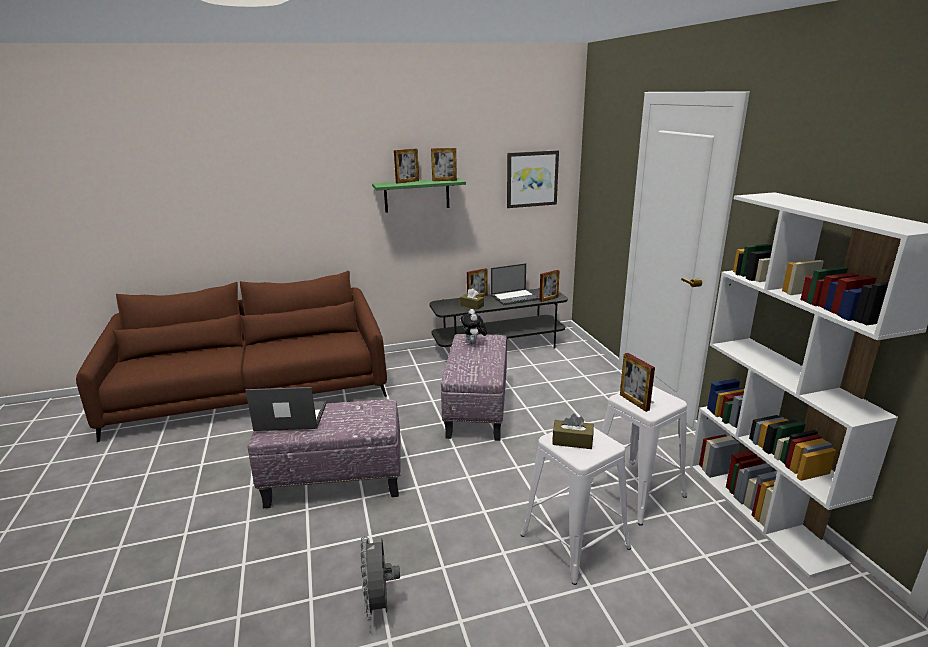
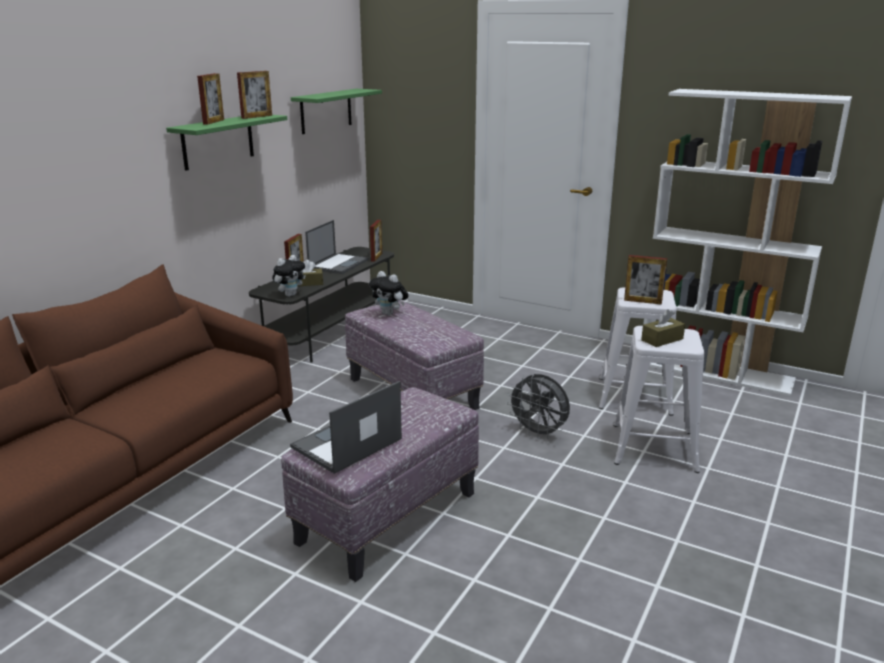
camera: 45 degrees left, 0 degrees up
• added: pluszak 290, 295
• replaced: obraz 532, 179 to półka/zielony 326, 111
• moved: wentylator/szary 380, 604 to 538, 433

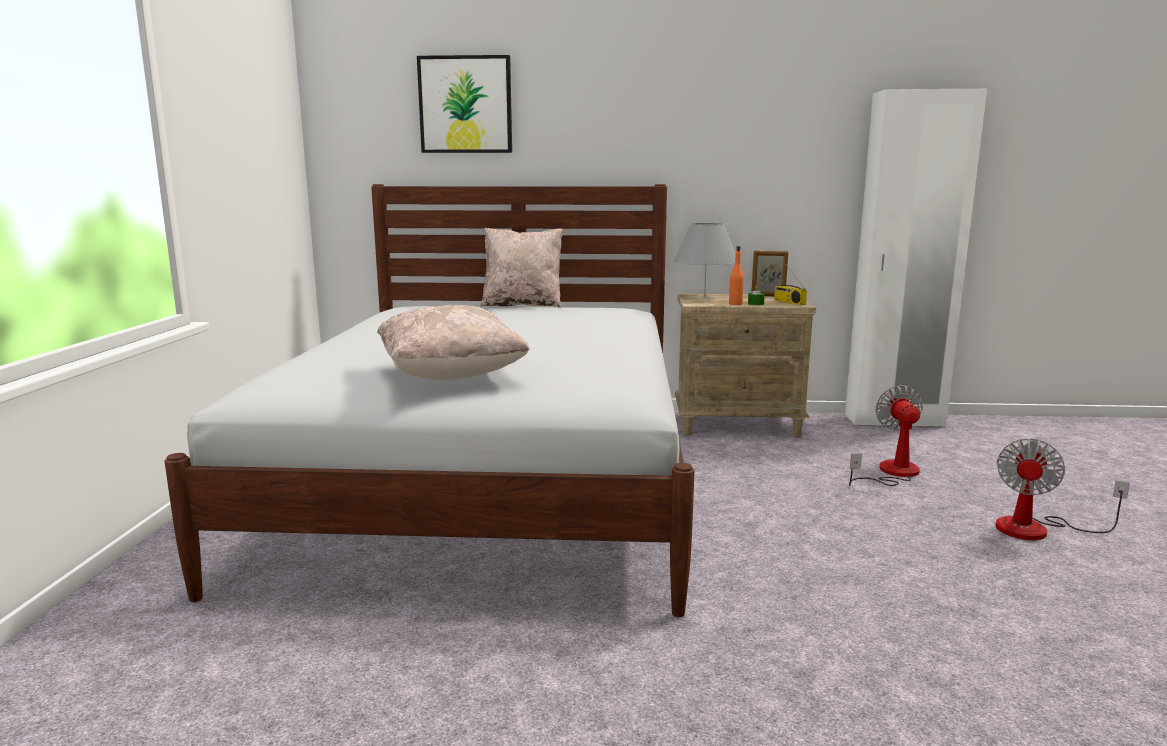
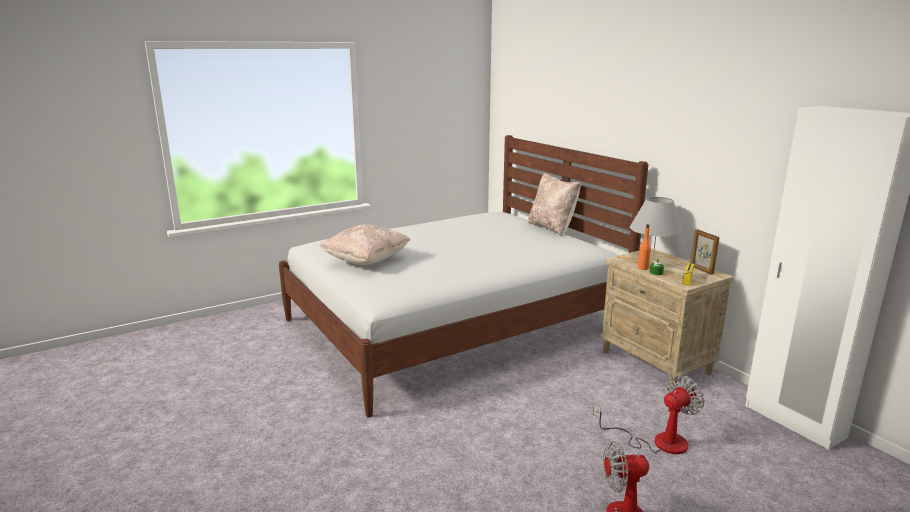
camera: 55 degrees right, 5 degrees up
• removed: obraz 465, 105

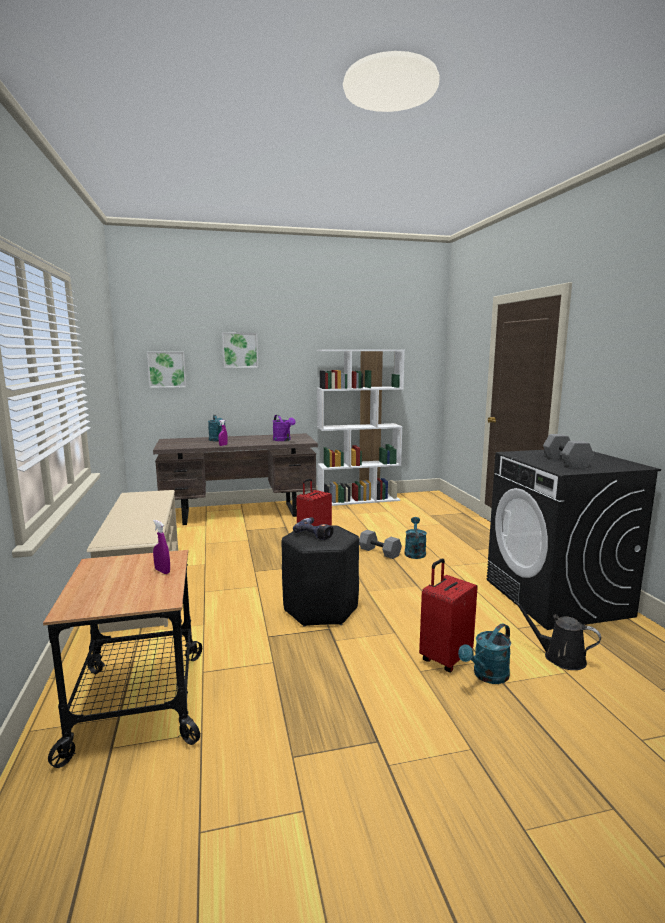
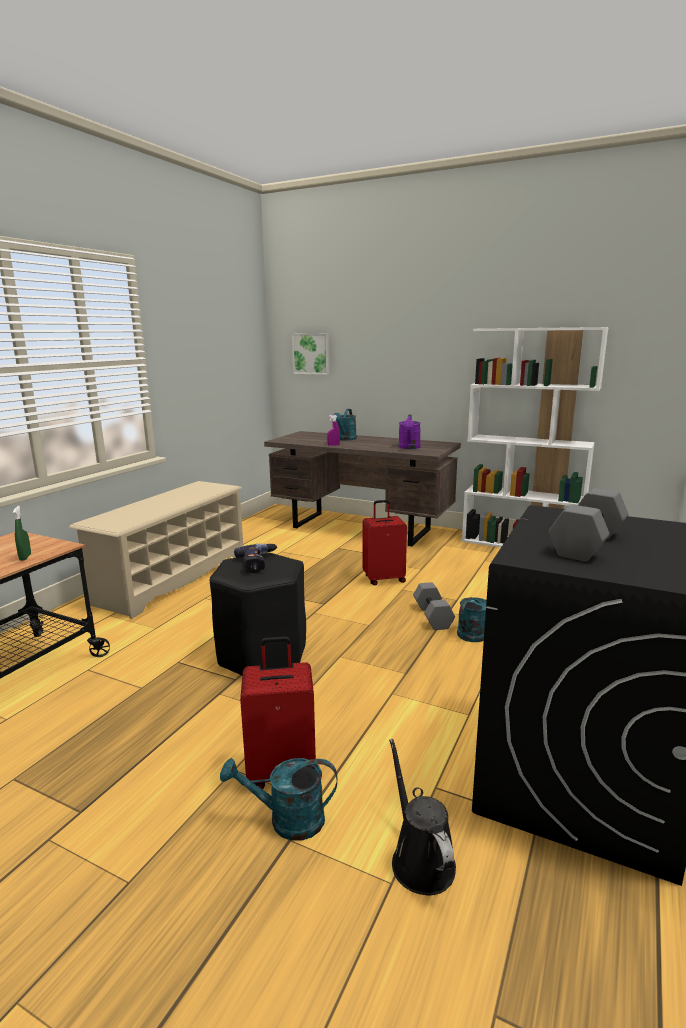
camera: 40 degrees right, 5 degrees up
• recoloured: spryskiwacz/fioletowy 162, 571 to spryskiwacz/zielony 25, 557
• removed: obraz 240, 350

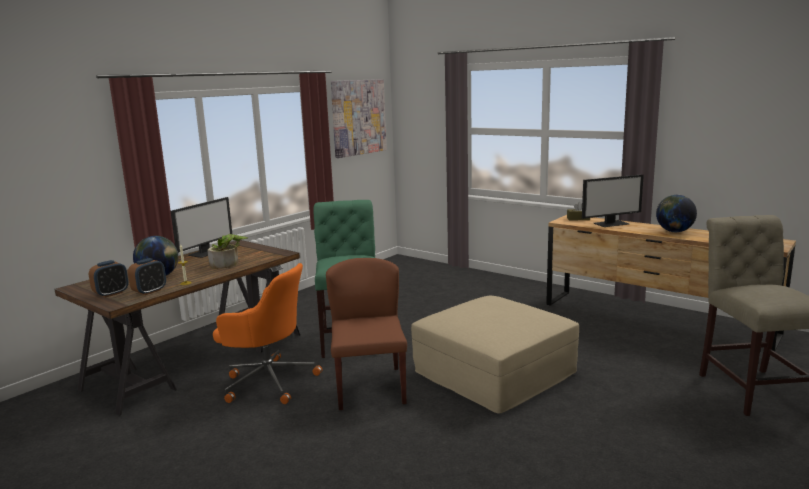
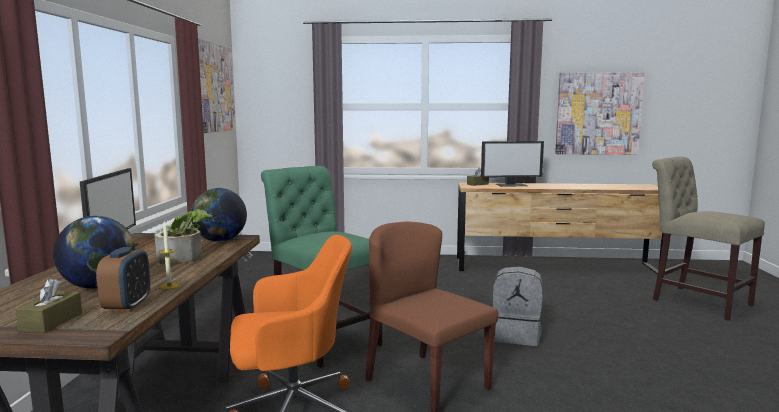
camera: 35 degrees left, 5 degrees down
• replaced: budzik 111, 294 to pudełko chusteczek/brązowy 51, 322
• moved: globus 674, 231 to 220, 241
• turned: monitor 611, 223 = 511, 185 45 degrees clockwise
• replaced: pufa/beżowy 494, 372 to plecak/szary 516, 335
• added: obraz 598, 113

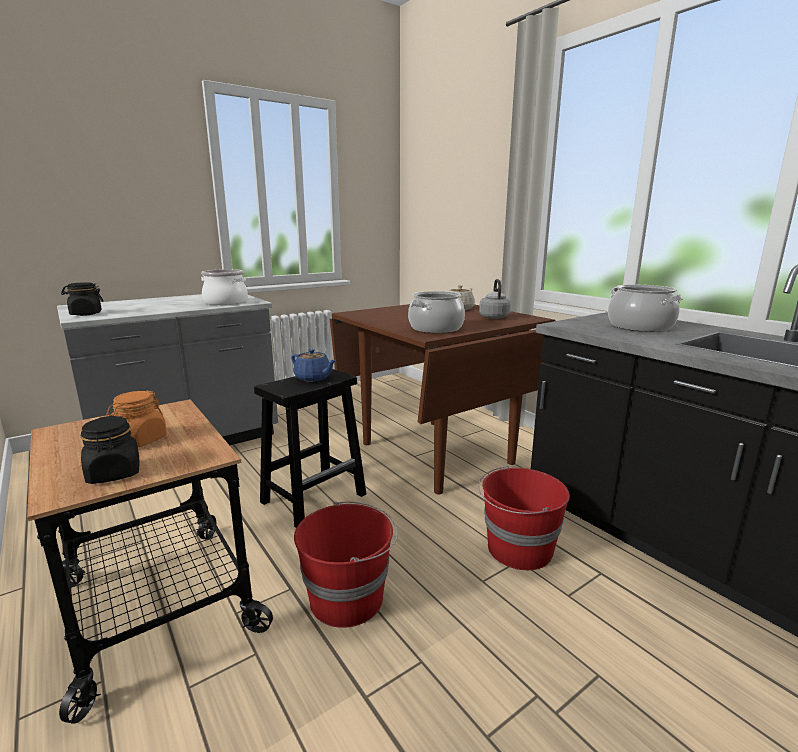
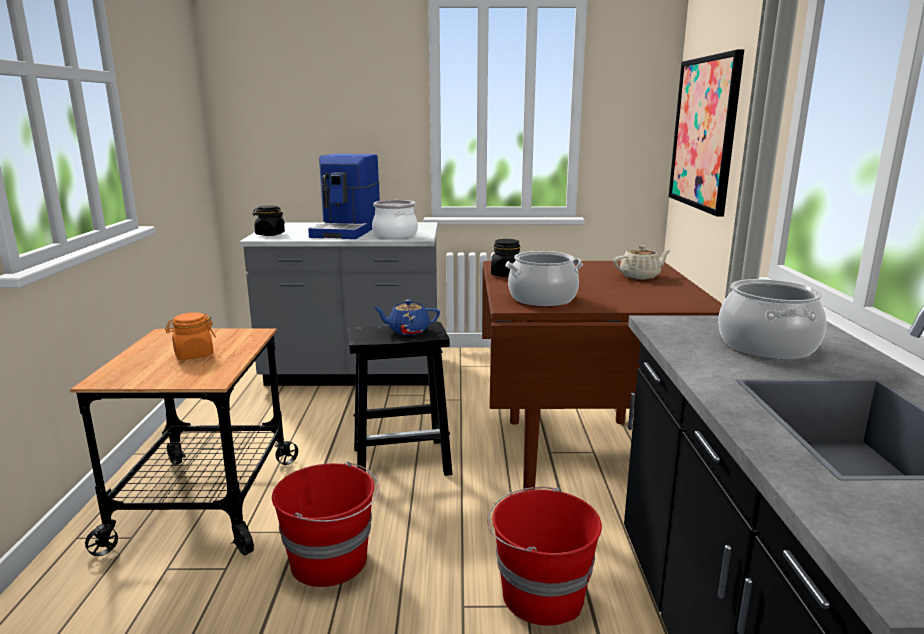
camera: 35 degrees right, 0 degrees up
• added: ekspres do kawy 348, 231
• turned: imbryk/niebieski 313, 378 = 408, 331 105 degrees clockwise
• moved: słoik/czarny 114, 473 to 506, 275
• added: obraz 704, 133
• removed: czajnik/szary 493, 317

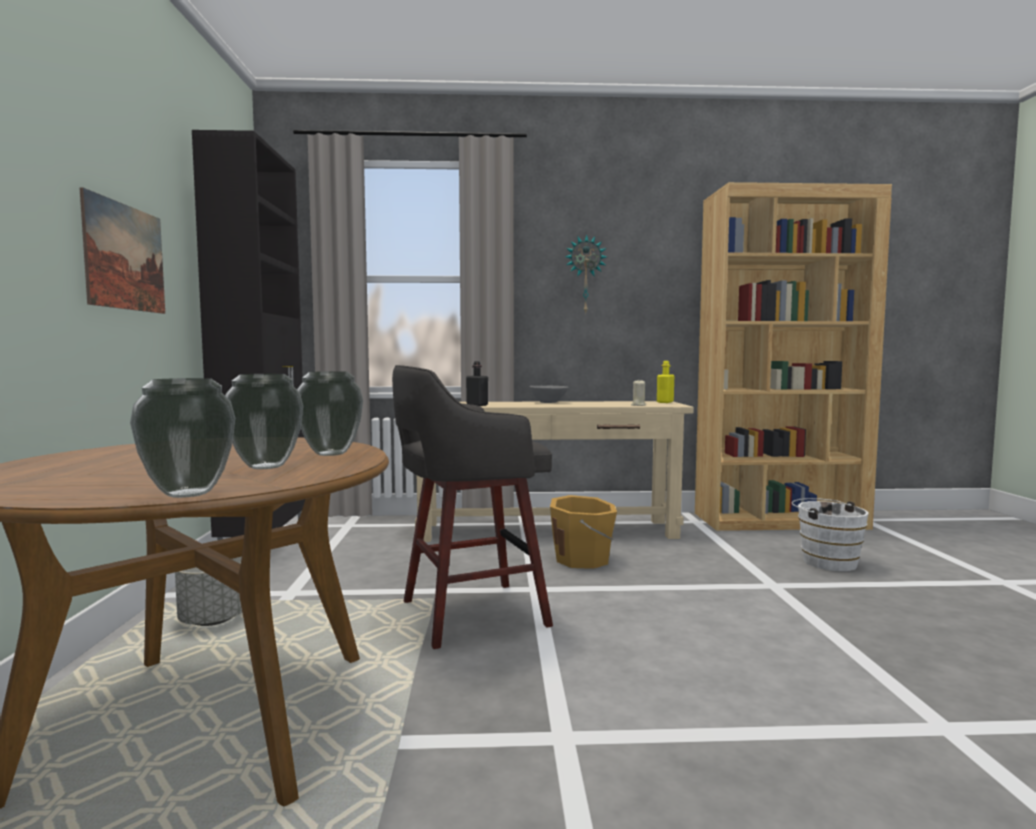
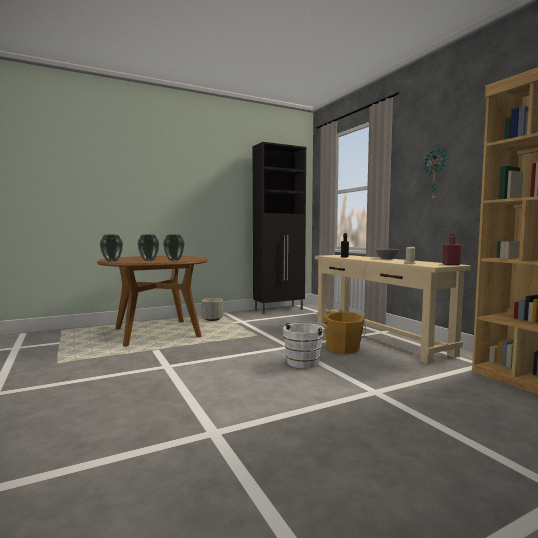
camera: 65 degrees right, 0 degrees up
• moved: wiadro/biały 826, 561 to 304, 362
• recoloured: butelka/żółty 665, 402 to butelka/czerwony 451, 264
• removed: obraz 125, 257
• removed: stołek/szary 468, 614

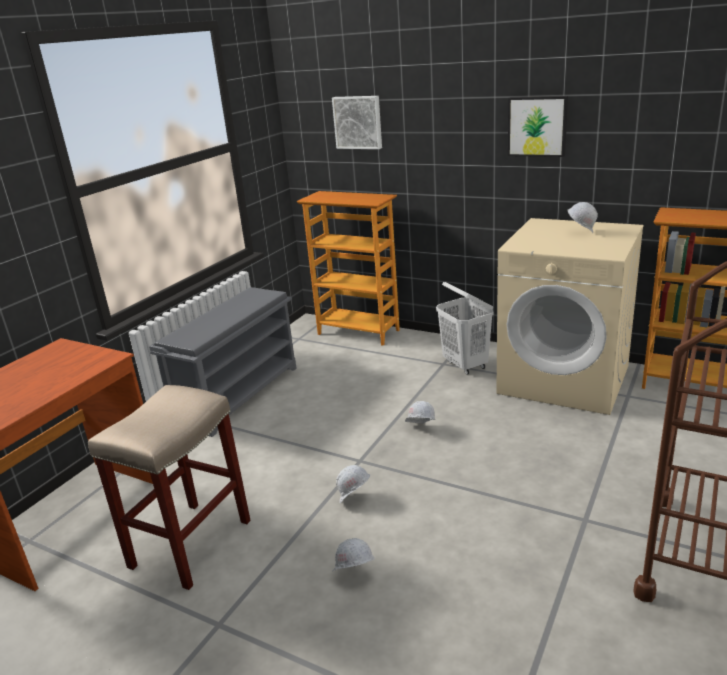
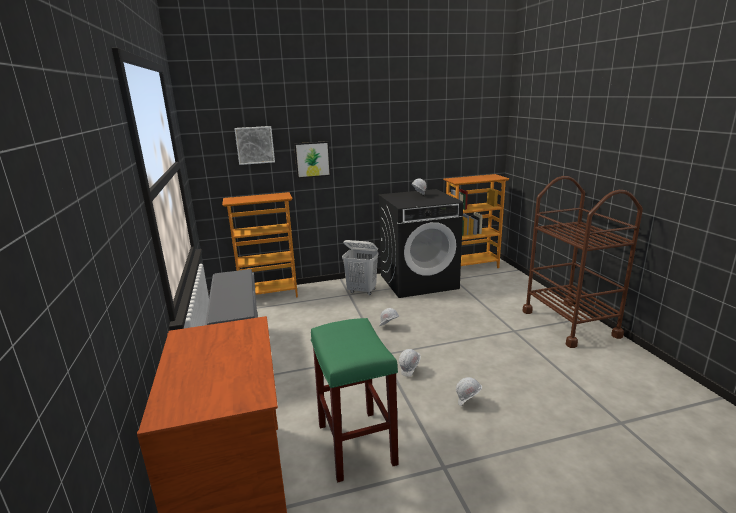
camera: 45 degrees left, 5 degrees down
• moved: obraz 537, 126 to 312, 159
• recoloured: stołek/beżowy 190, 545 to stołek/zielony 357, 445
• recoloured: pralka/beżowy 565, 379 to pralka/czarny 419, 281

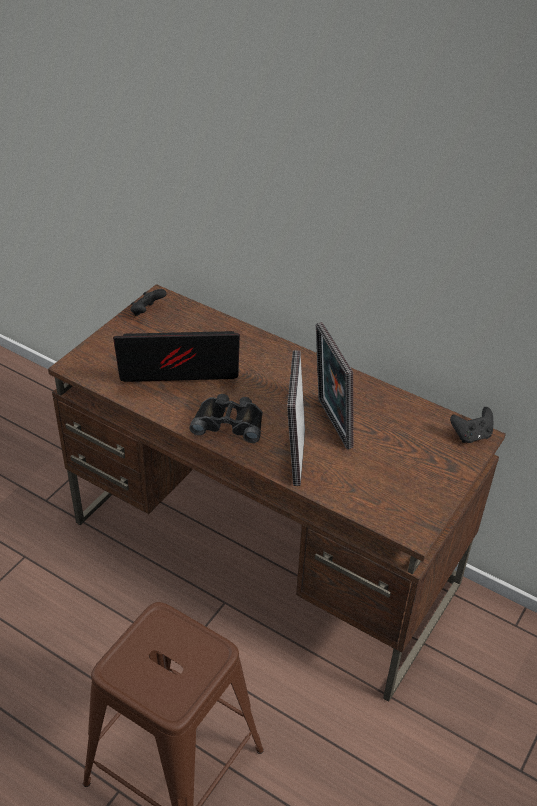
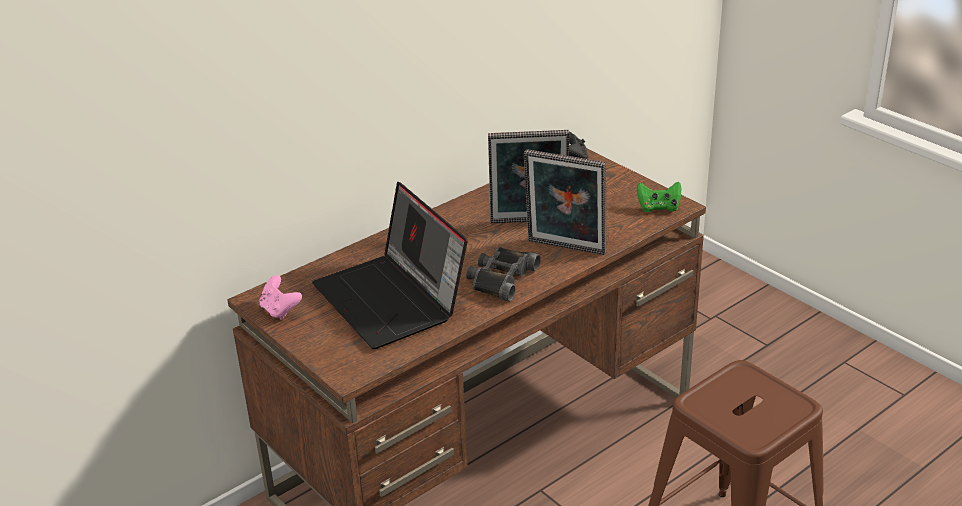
camera: 70 degrees left, 10 degrees down
• recoloured: pad do gier/czarny 147, 312 to pad do gier/różowy 280, 310
• turned: laptop 177, 366 = 392, 300 45 degrees counterclockwise
• added: pad do gier/zielony 658, 208

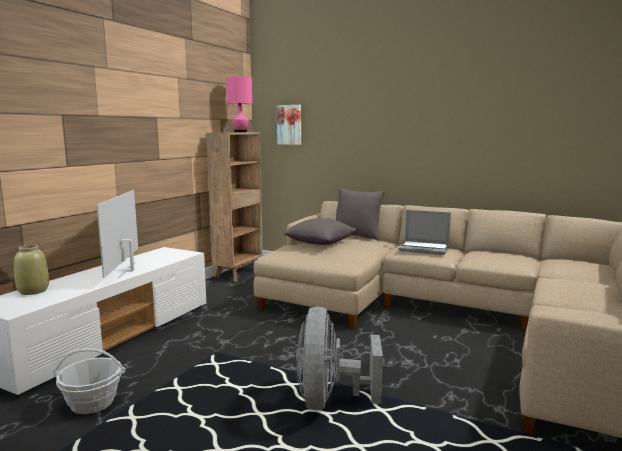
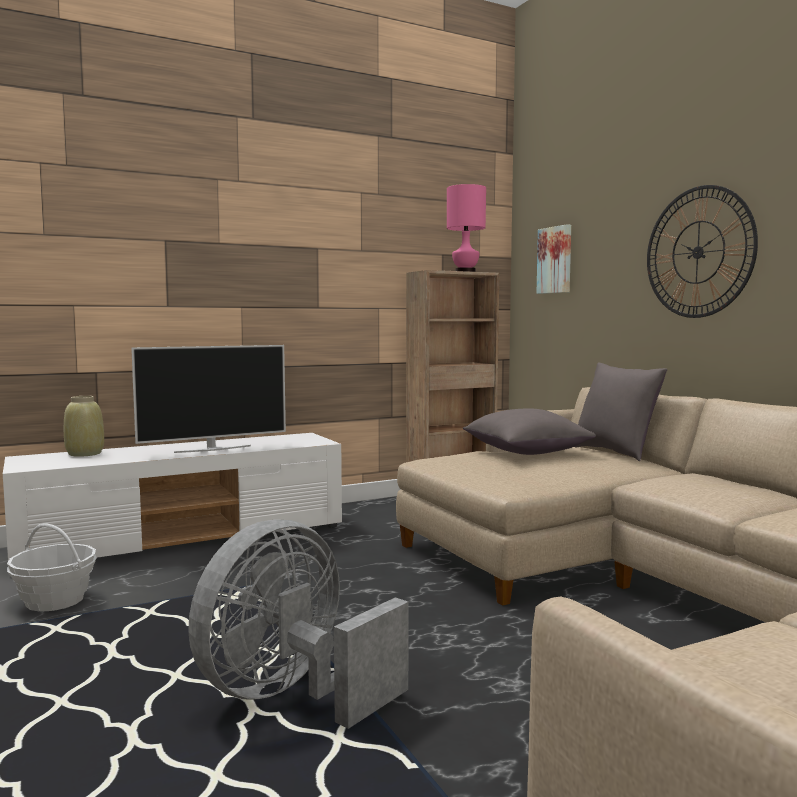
camera: 35 degrees right, 5 degrees down
• turned: telewizor 128, 270 = 213, 449 150 degrees counterclockwise
• added: zegar ścienny 698, 252
• removed: laptop 425, 249

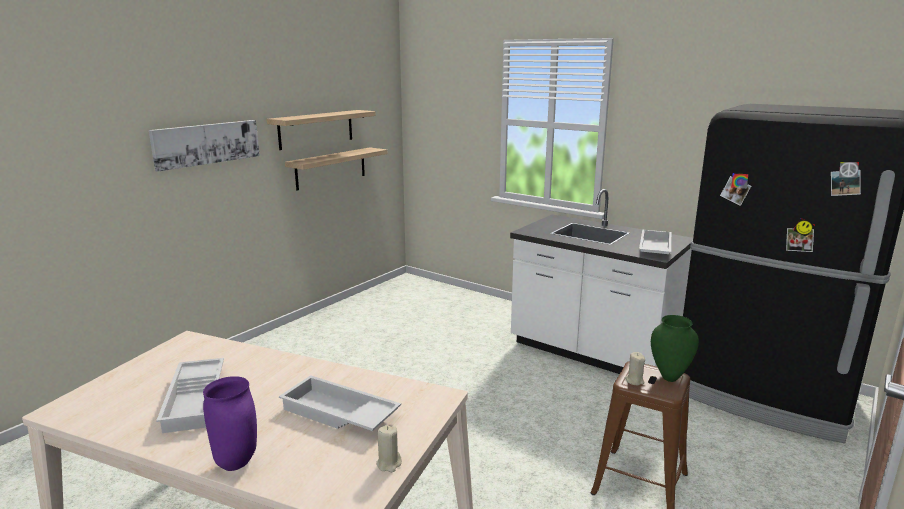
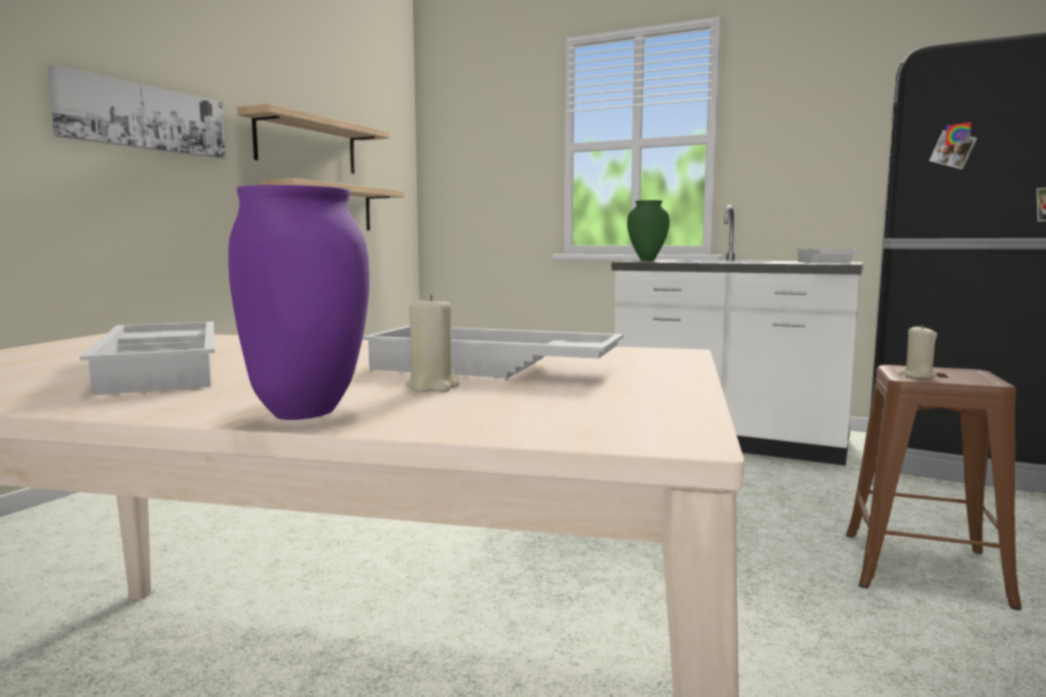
camera: 10 degrees left, 10 degrees down
• moved: świeca/beżowy 389, 464 to 433, 387
• moved: wazon/zielony 669, 377 to 647, 260

